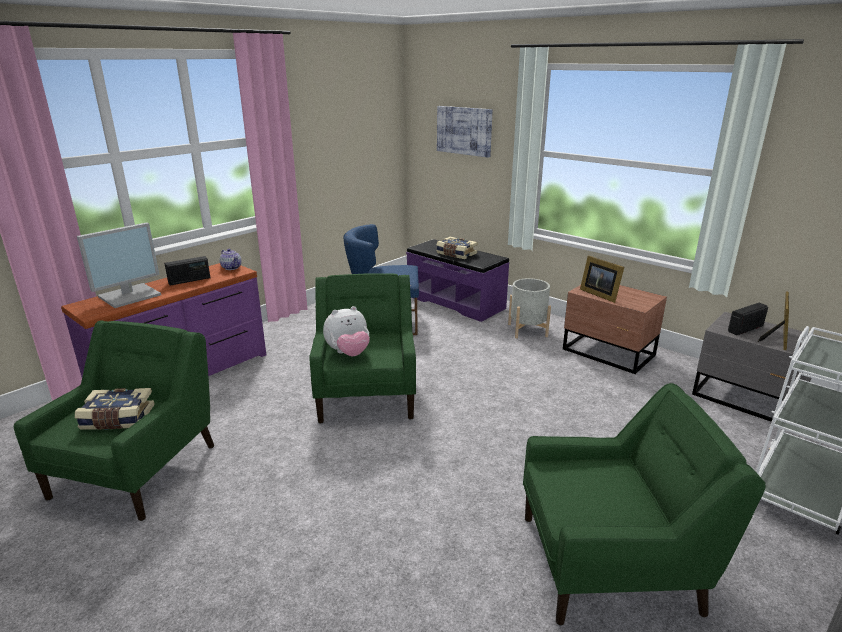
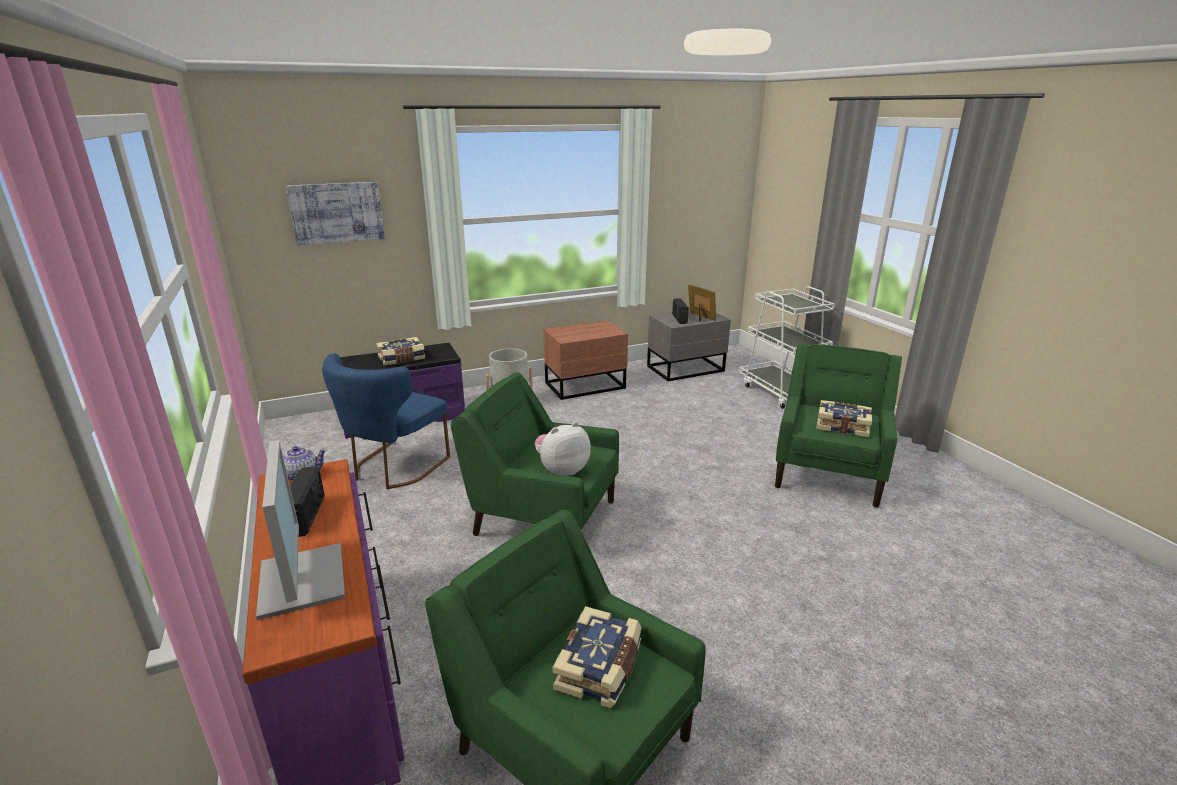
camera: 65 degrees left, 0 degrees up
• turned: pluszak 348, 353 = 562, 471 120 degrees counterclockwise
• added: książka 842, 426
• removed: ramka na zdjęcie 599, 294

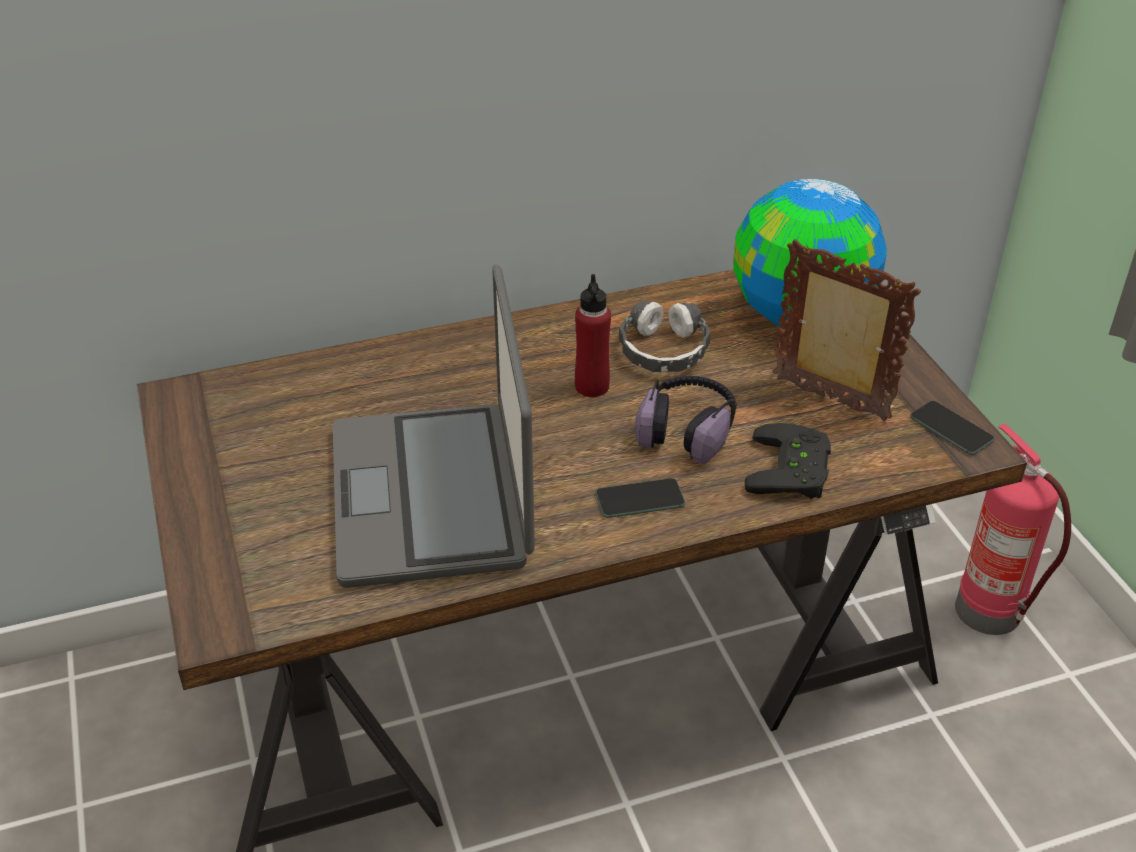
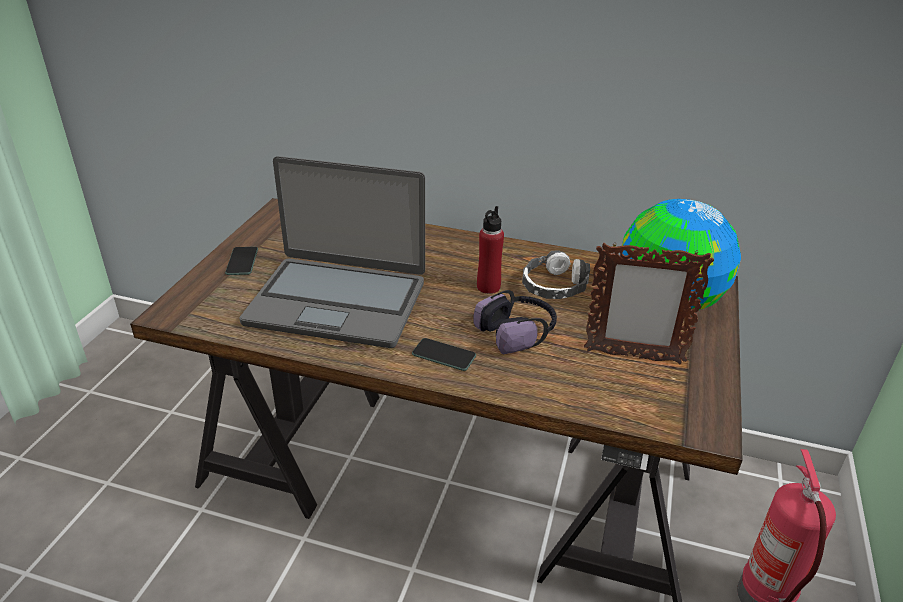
camera: 35 degrees right, 5 degrees down
• moved: telefon 951, 429 to 242, 261
• turned: laptop 432, 495 = 337, 302 105 degrees counterclockwise
• turned: ramka na zdjęcie 830, 400 = 633, 356 120 degrees clockwise
• removed: pad do gier/czarny 794, 470

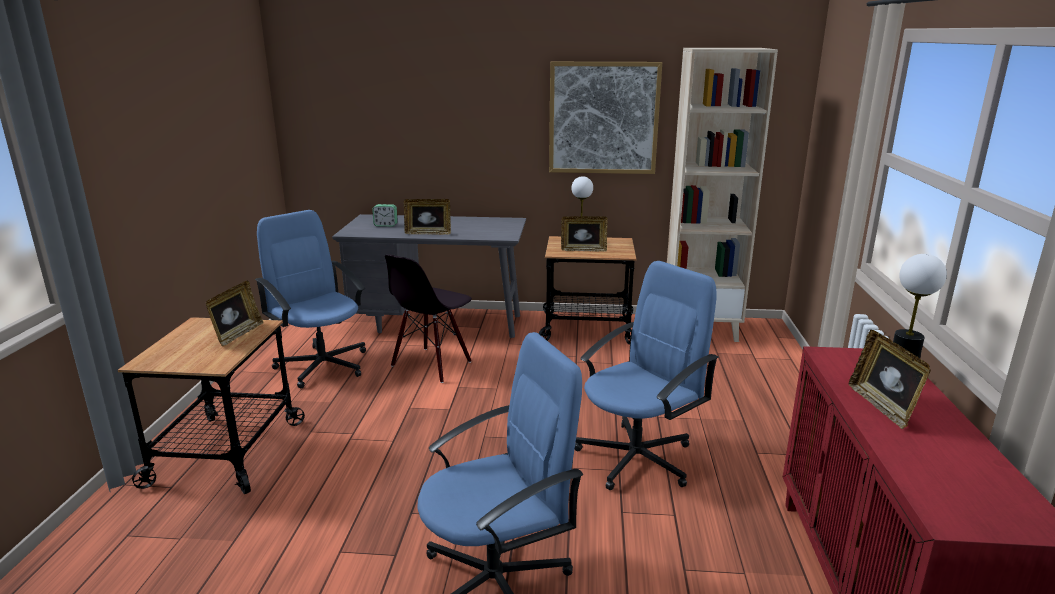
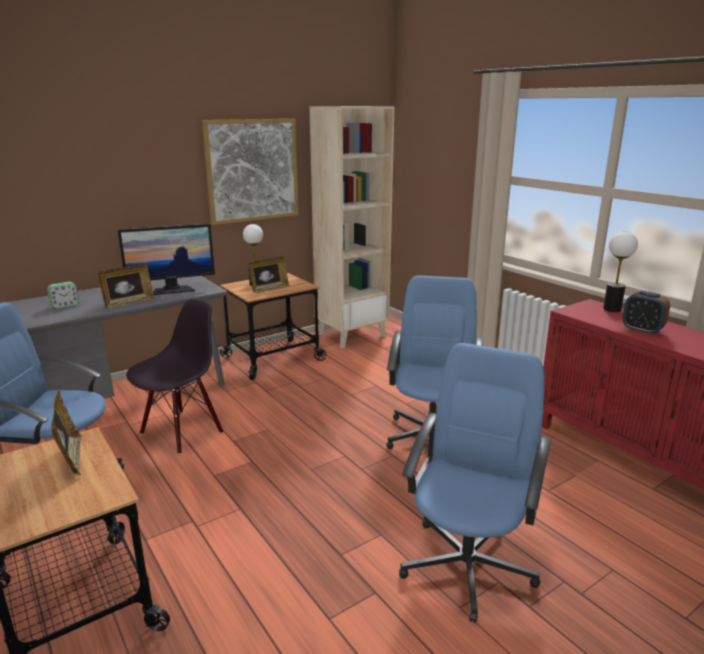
camera: 40 degrees left, 0 degrees up
• added: monitor 172, 290
• turned: krzesło/czarny 431, 364 = 181, 432 135 degrees counterclockwise
• replaced: ramka na zdjęcie 882, 406 to budzik 642, 330

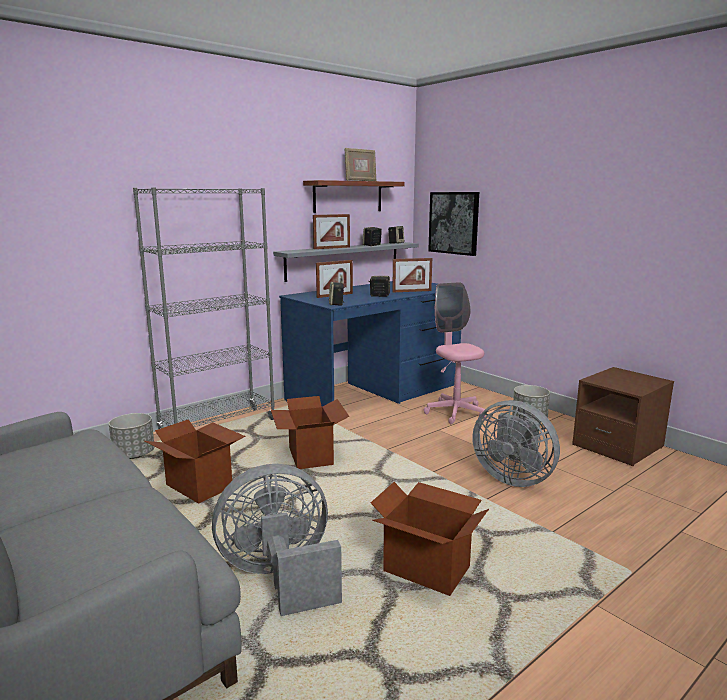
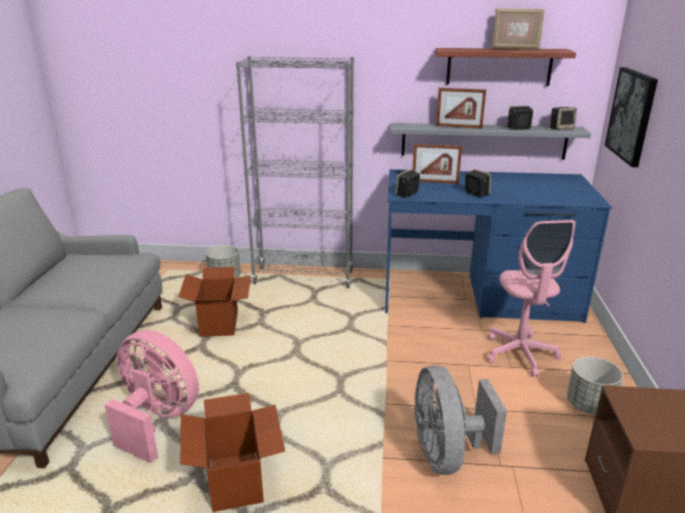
camera: 45 degrees right, 10 degrees up
• recoloured: wentylator/szary 280, 577 to wentylator/różowy 157, 420
• turned: krzesło biurowe/różowy 455, 412 = 520, 354 150 degrees clockwise
• removed: karton 310, 457
• removed: ramka na zdjęcie 412, 291

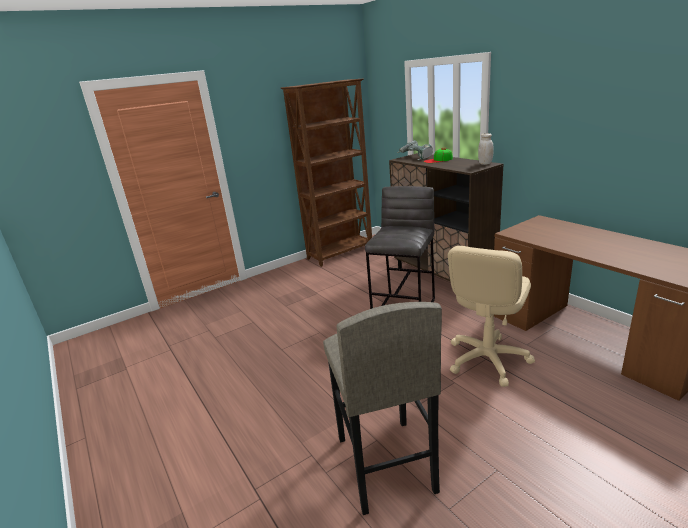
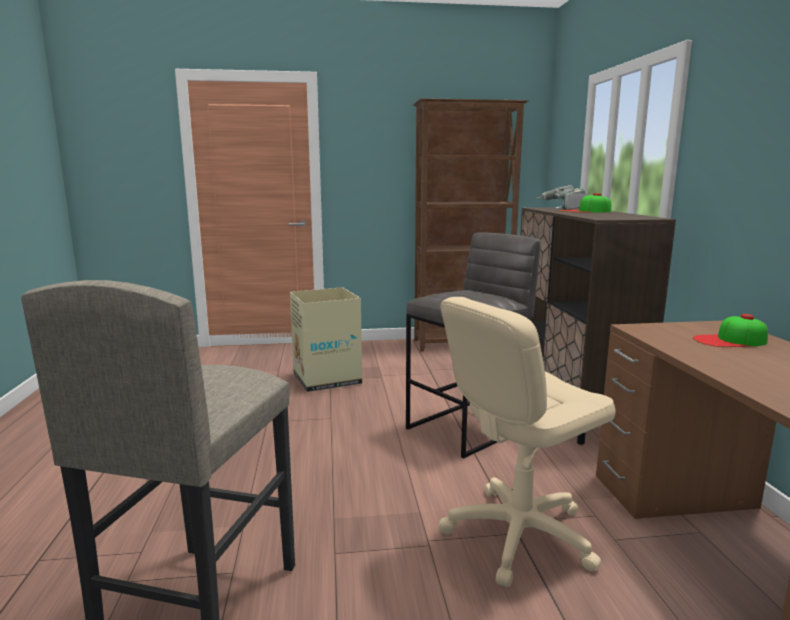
camera: 25 degrees right, 10 degrees down
• added: karton 326, 379
• added: czapka z daszkiem 730, 340
• removed: słoik/biały 485, 163

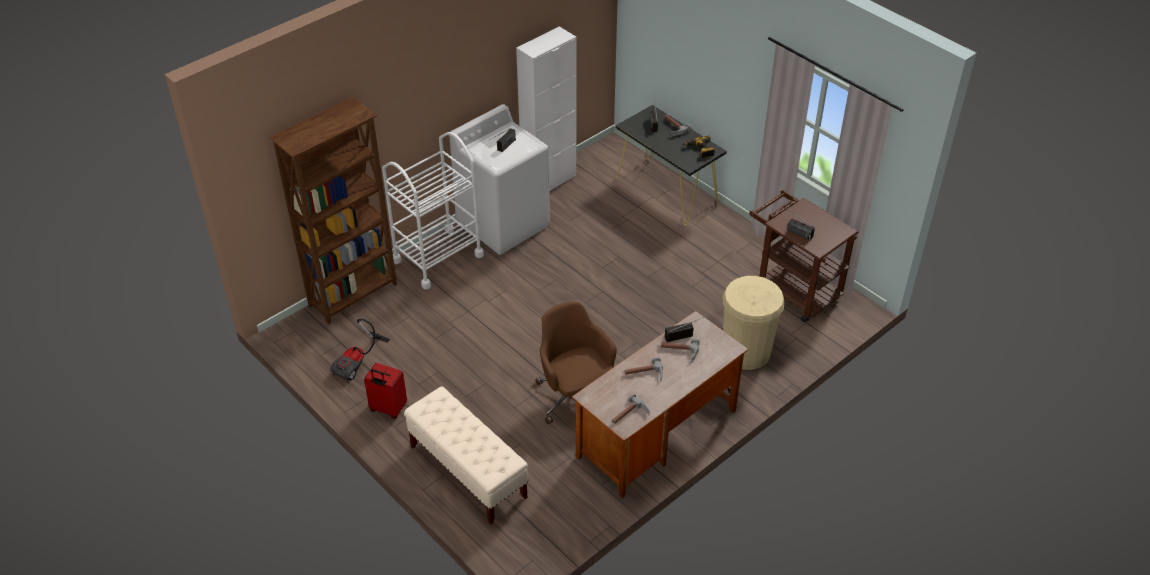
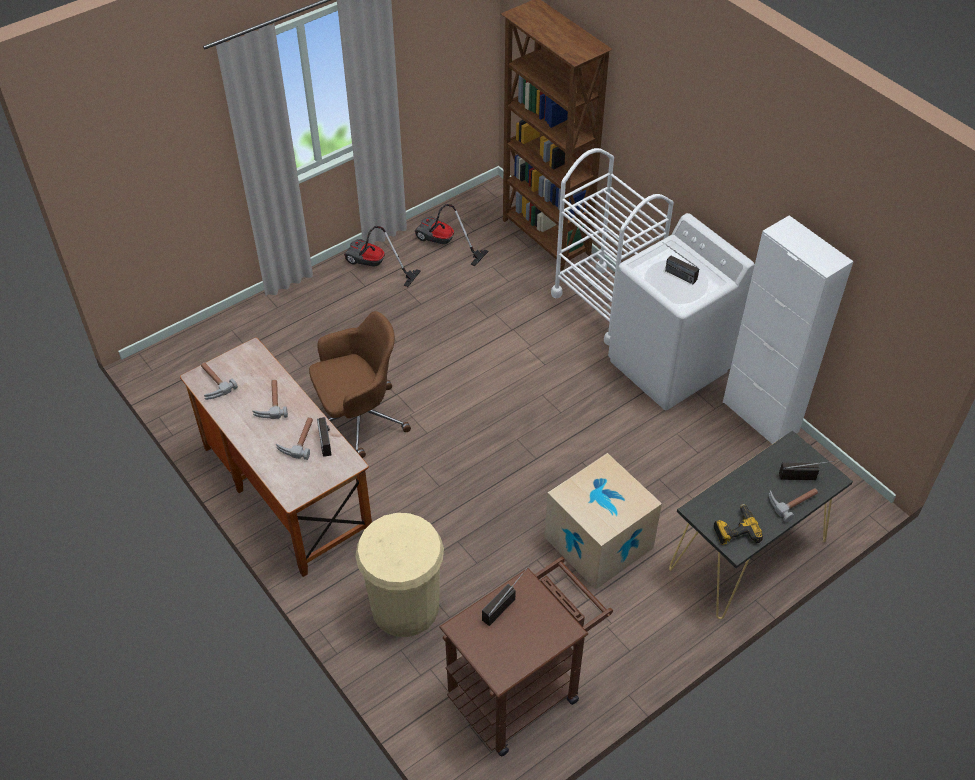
camera: 95 degrees right, 5 degrees up
• replaced: walizka/czerwony 388, 409 to odkurzacz 374, 266
• added: karton 598, 542
• removed: ławka/beżowy 467, 472

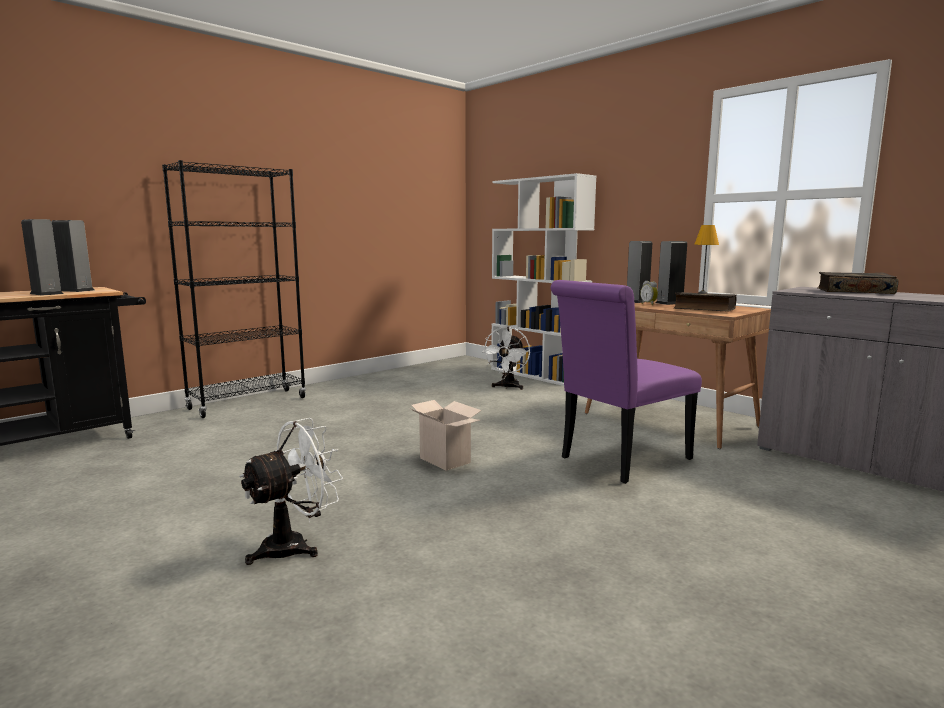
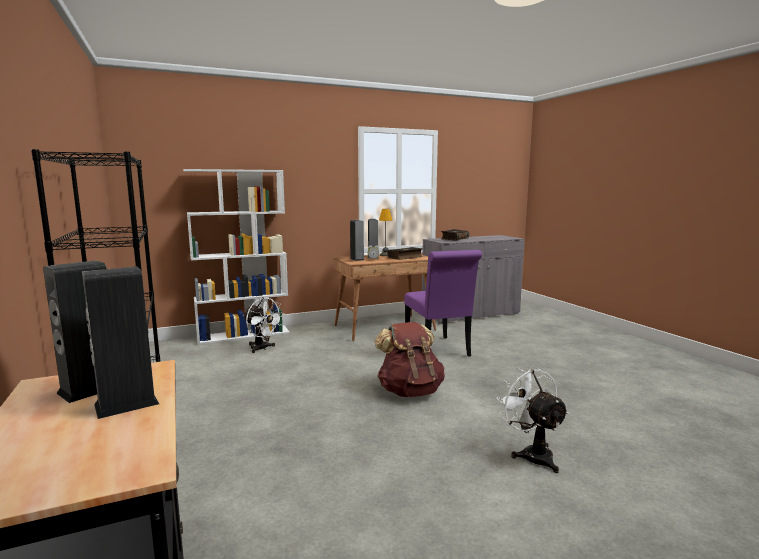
camera: 70 degrees left, 0 degrees up
• replaced: karton 447, 460 to plecak/brązowy 410, 391

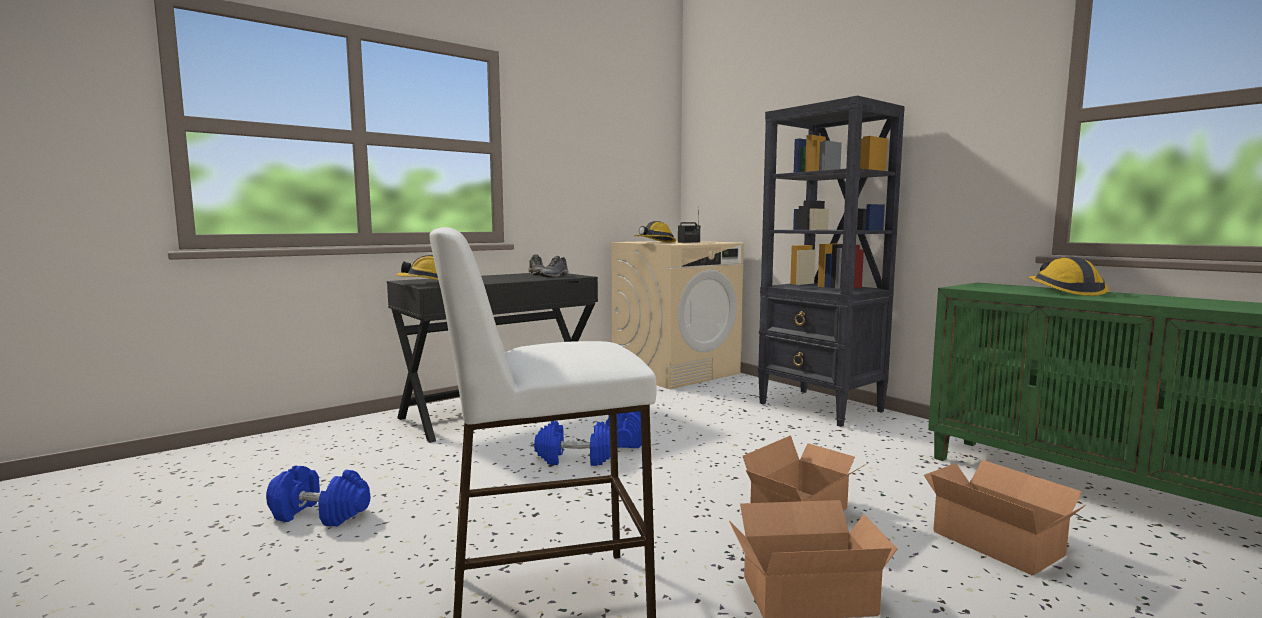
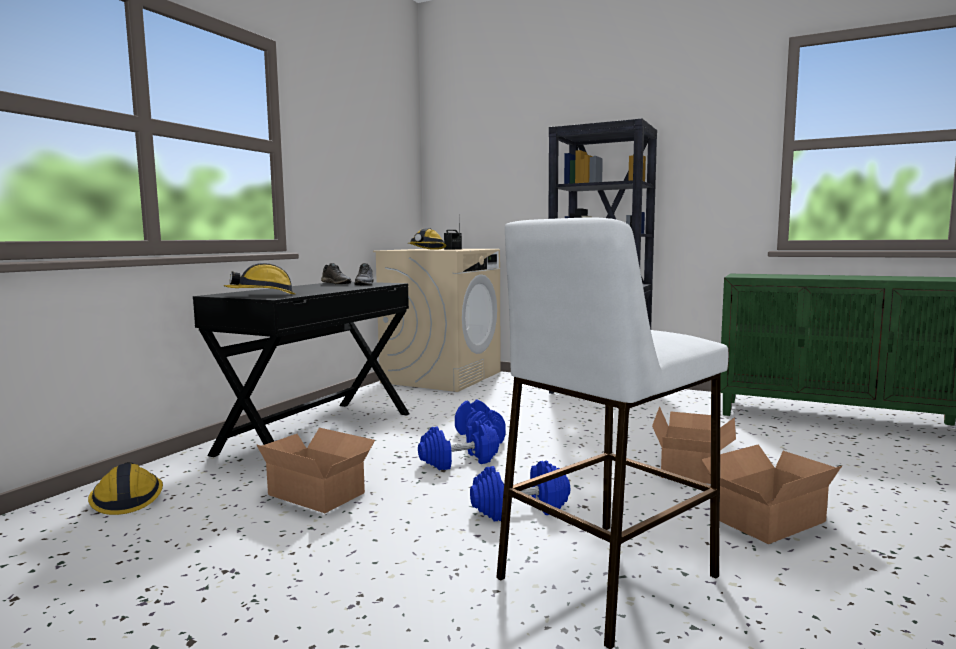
camera: 25 degrees left, 0 degrees up
• moved: kask 1065, 291 to 127, 499
• moved: karton 996, 541 to 317, 492
• moved: hantel/niebieski 320, 514 to 520, 509

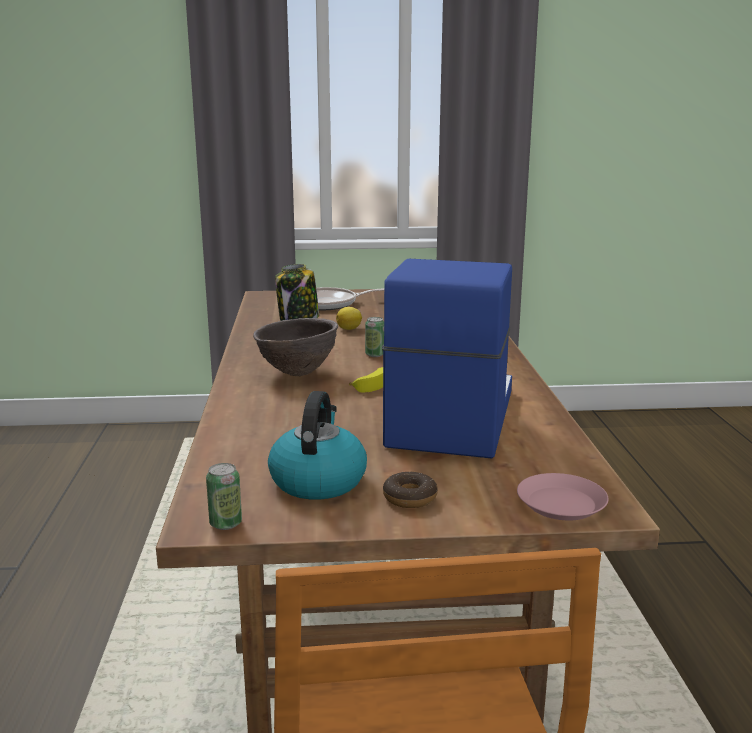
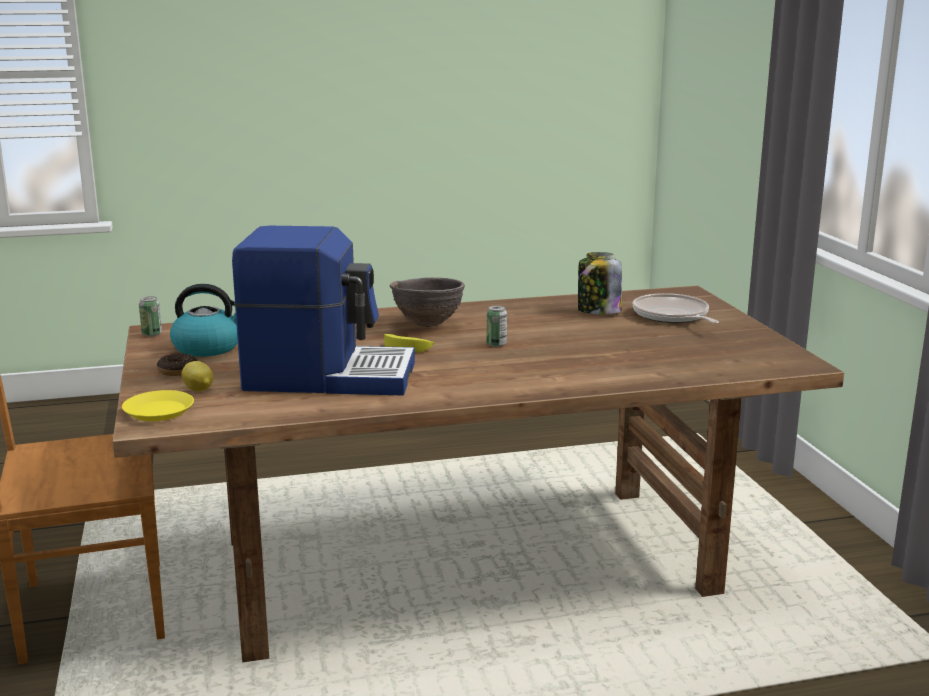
camera: 80 degrees right, 0 degrees up
• recoloured: talerz/różowy 561, 503 to talerz/żółty 159, 411
• moved: cytryna 349, 329 to 198, 390

